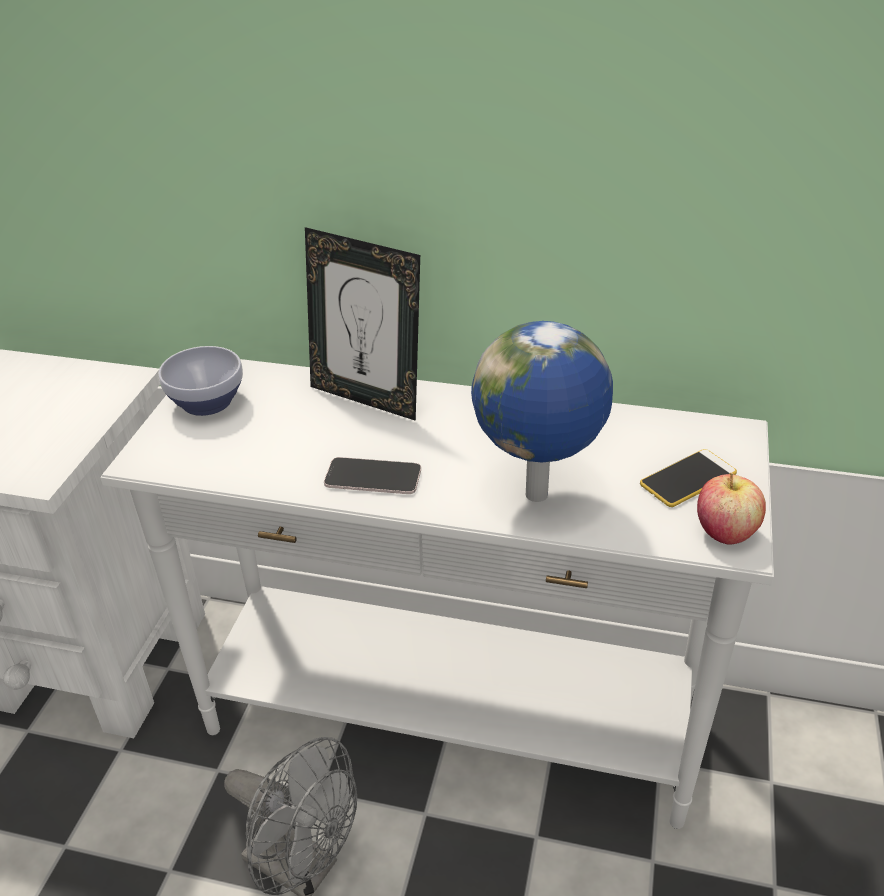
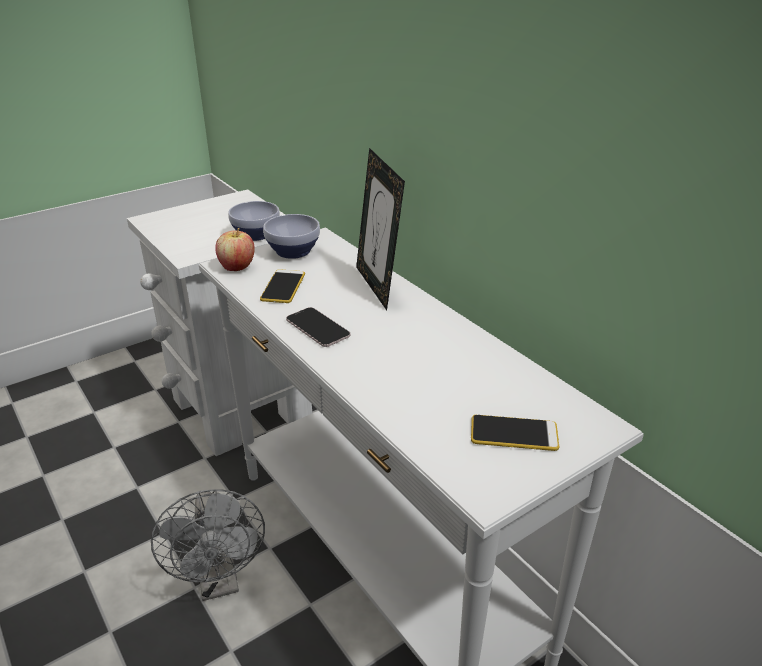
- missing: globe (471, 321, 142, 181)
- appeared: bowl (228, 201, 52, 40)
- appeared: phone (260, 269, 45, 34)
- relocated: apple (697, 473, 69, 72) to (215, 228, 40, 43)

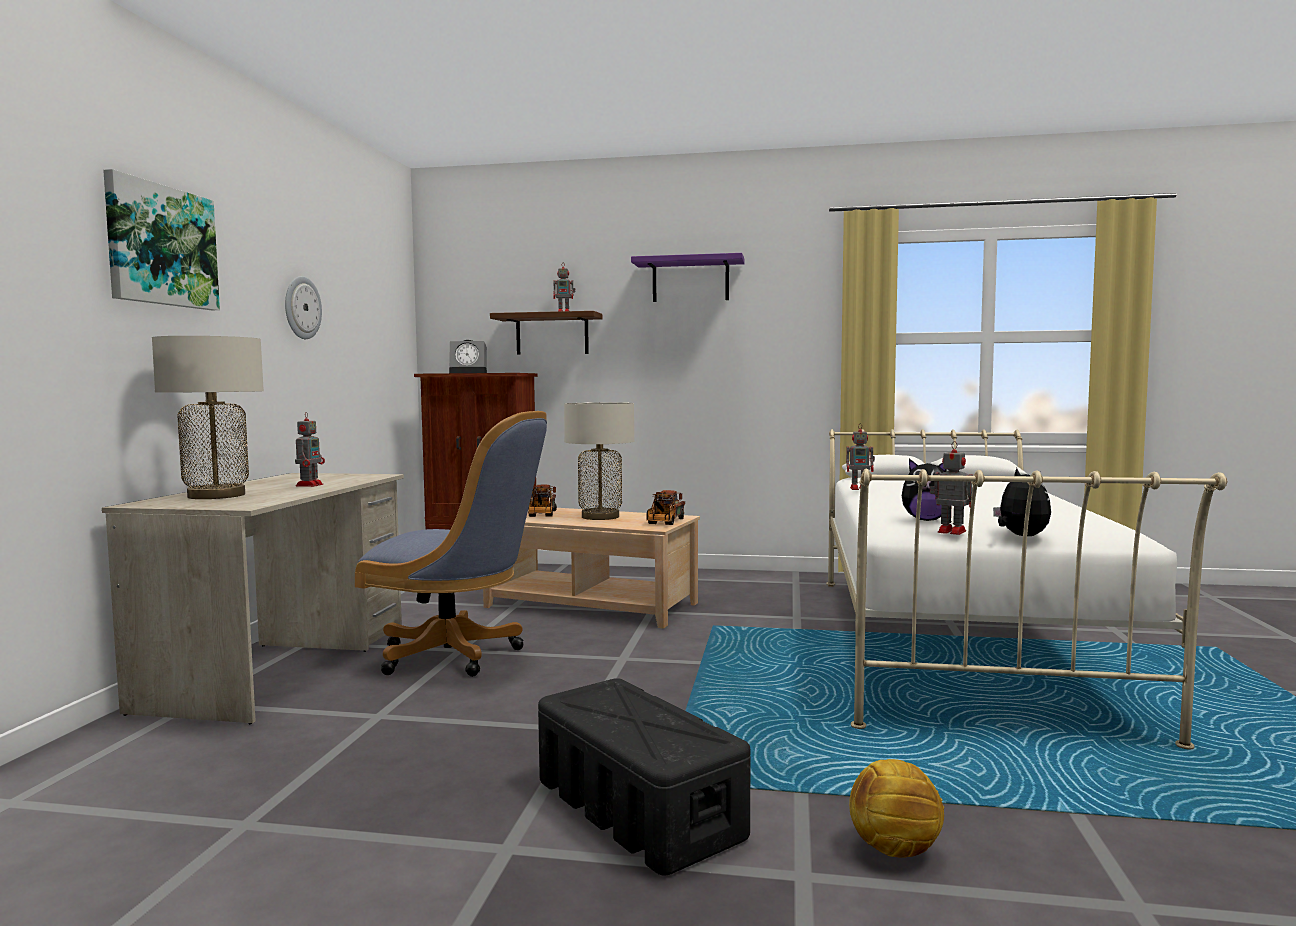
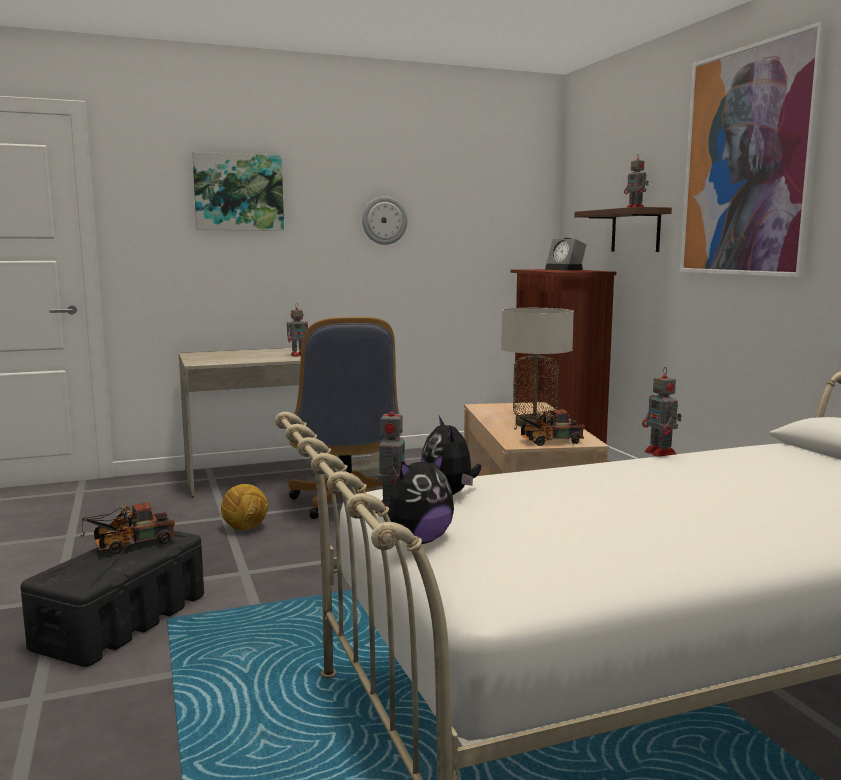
- missing: table_lamp (152, 336, 112, 163)
- relocated: toy_truck (528, 485, 29, 32) to (80, 502, 95, 52)
- relocated: football (849, 759, 95, 99) to (221, 484, 47, 46)
- exchanged: purple_shelf (631, 253, 113, 49) to picture (680, 21, 148, 256)

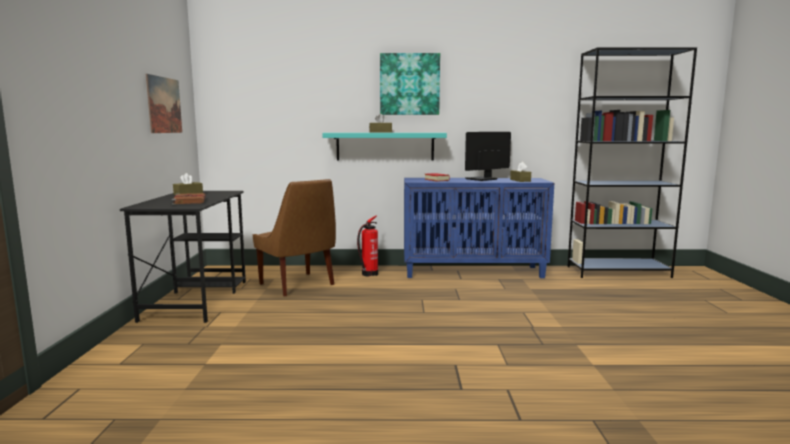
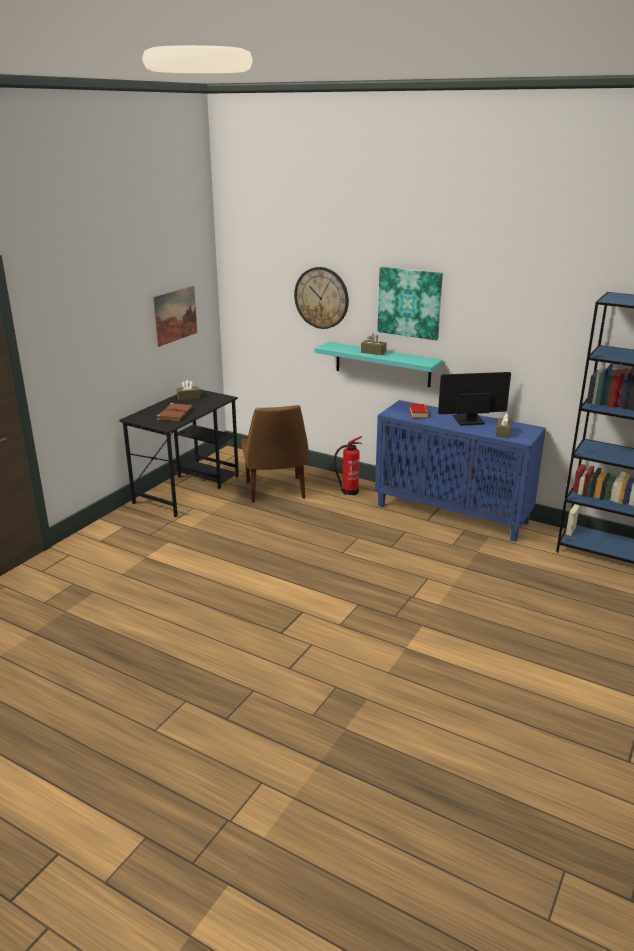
- appeared: wall_clock (294, 267, 55, 62)

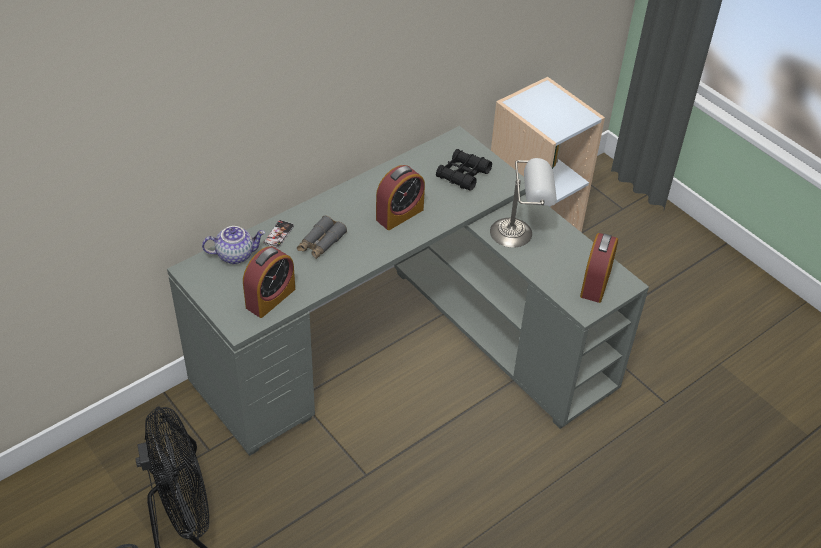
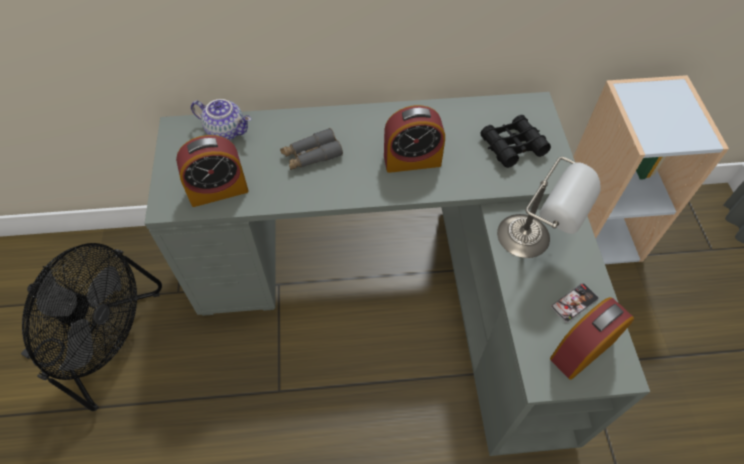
- relocated: phone (264, 220, 30, 28) to (551, 283, 48, 40)

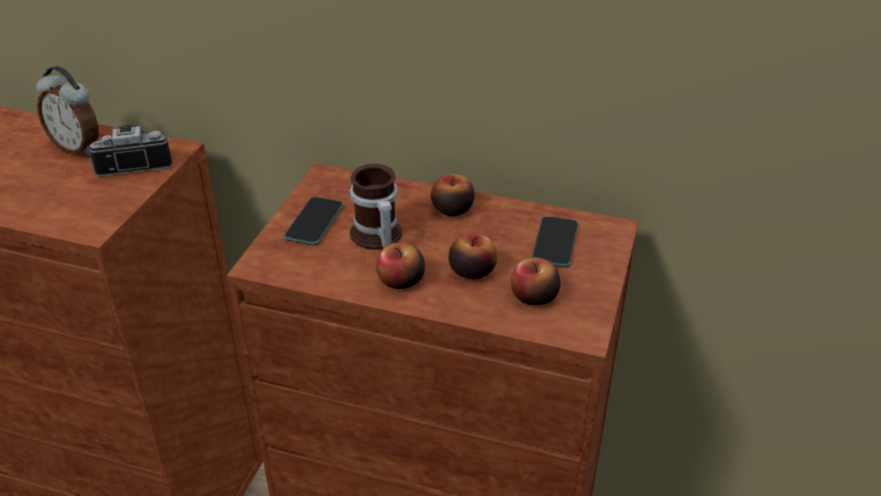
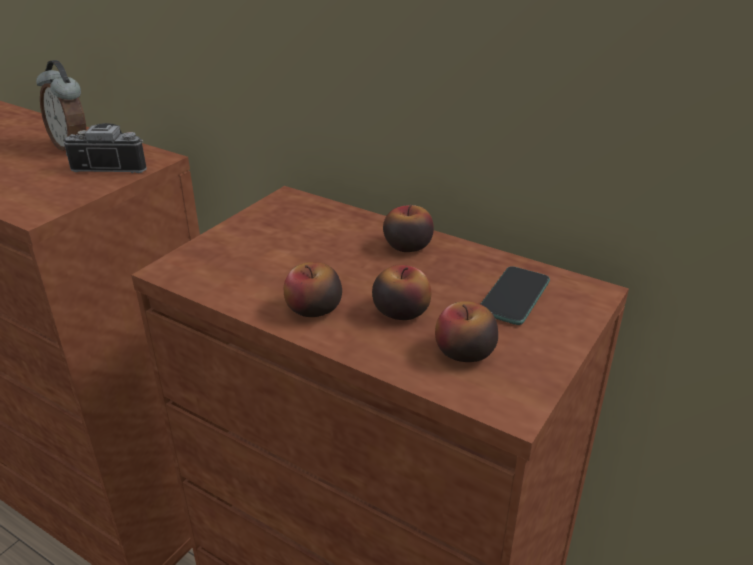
- missing: phone (284, 197, 59, 48)
- missing: mug (350, 164, 52, 85)

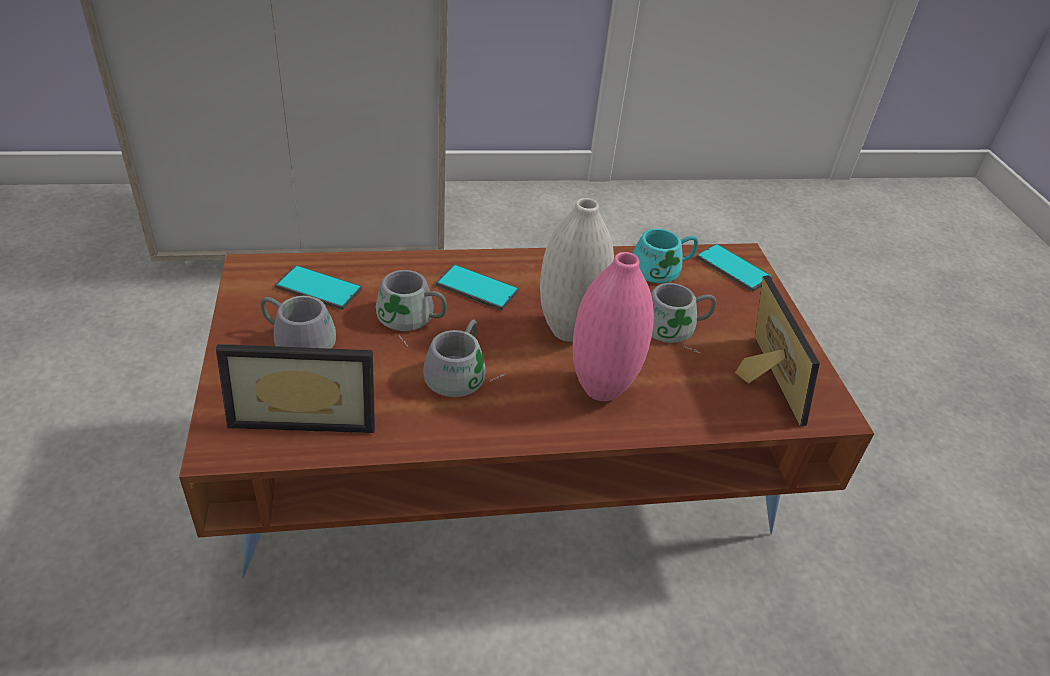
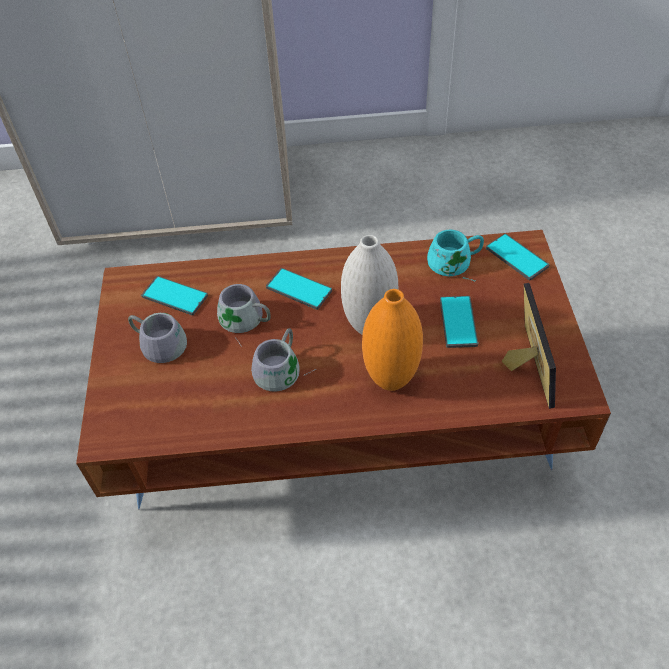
- missing: picture_frame (216, 344, 159, 89)
- exchanged: grey_mug (651, 283, 65, 70) to phone (440, 296, 38, 52)
- colour: pink_vase (573, 252, 81, 149) to orange_vase (362, 289, 61, 102)

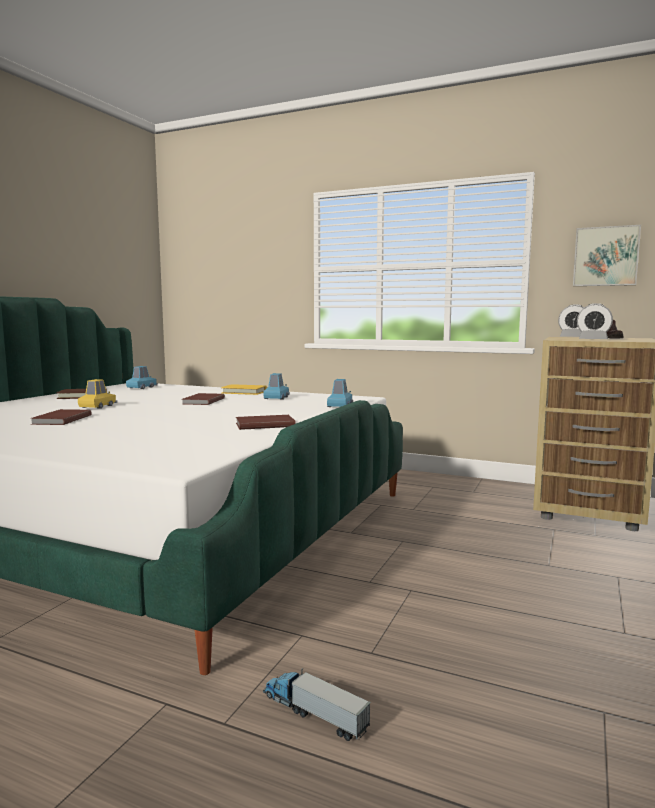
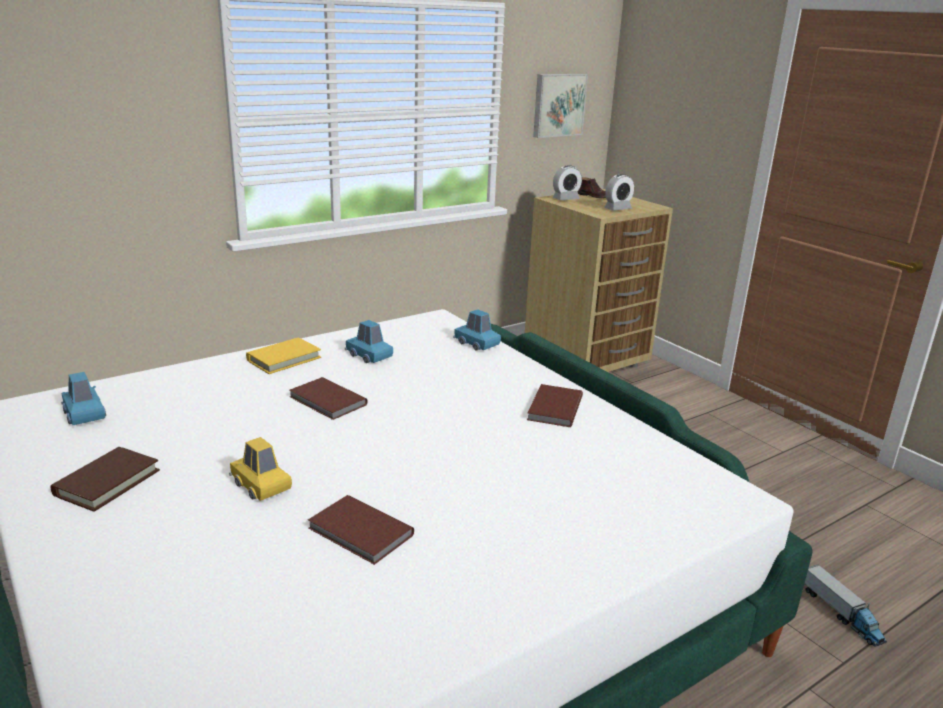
- spun: toy_truck (263, 668, 108, 73) = (804, 565, 83, 82) 90 degrees counterclockwise

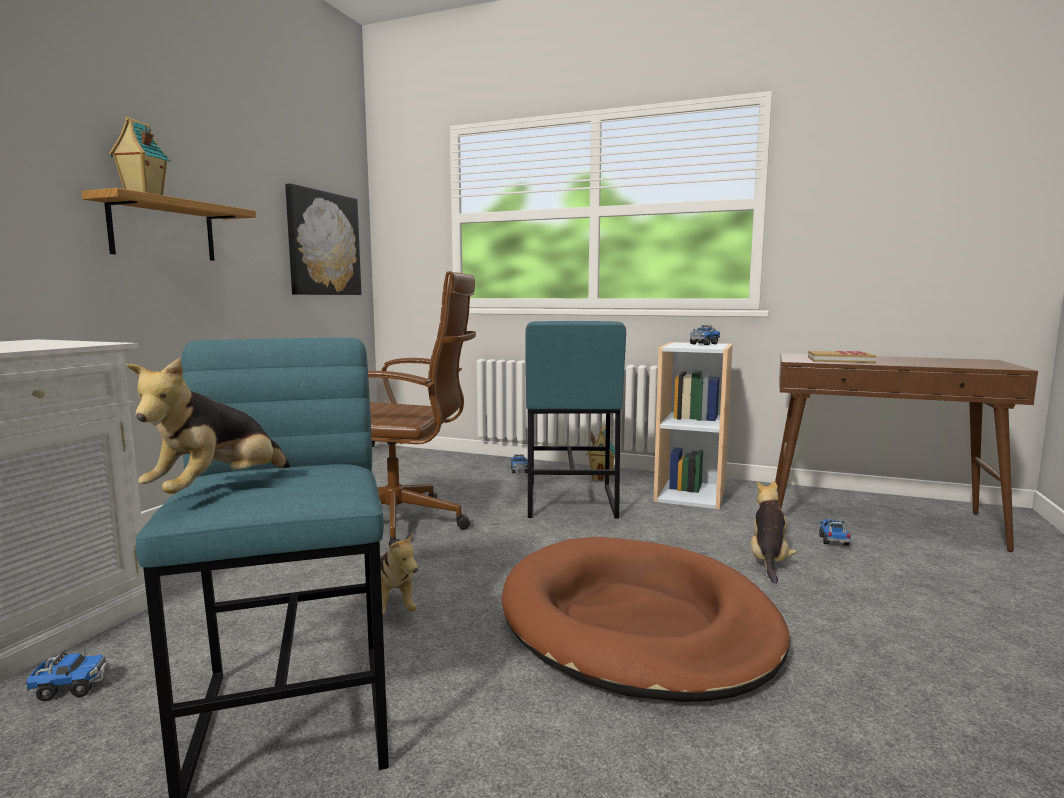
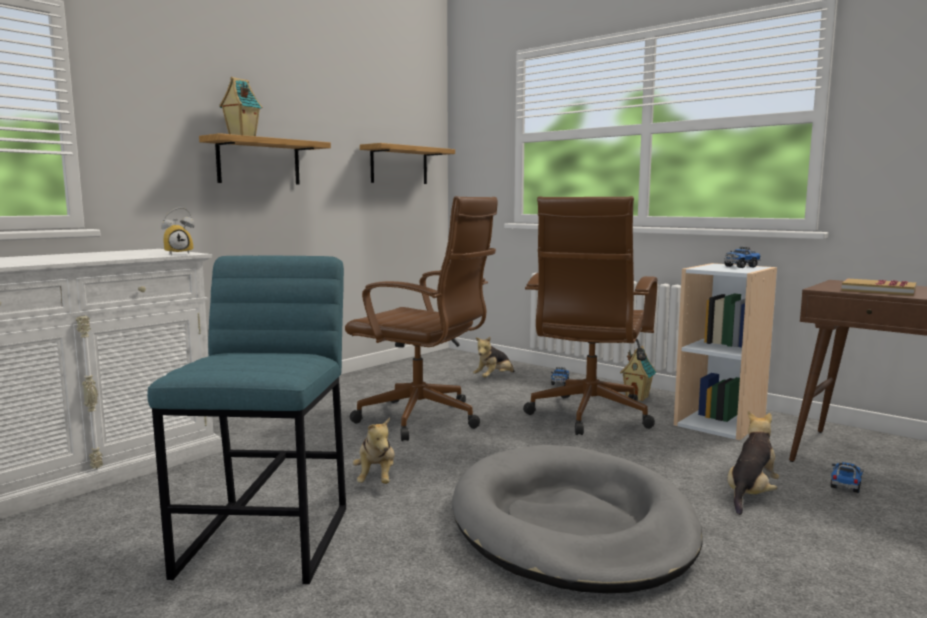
- missing: toy_truck (25, 650, 85, 51)
- appeared: alarm_clock (161, 207, 33, 48)
- relocated: plush_toy (127, 358, 163, 136) to (473, 337, 42, 40)
- exchanged: picture (285, 183, 76, 112) to shelf (360, 143, 95, 41)
- exchanged: blue_stool (525, 321, 101, 198) to brown_office_chair (523, 196, 135, 239)
- colour: brown_dog_bed (502, 537, 288, 165) to grey_dog_bed (452, 445, 251, 148)

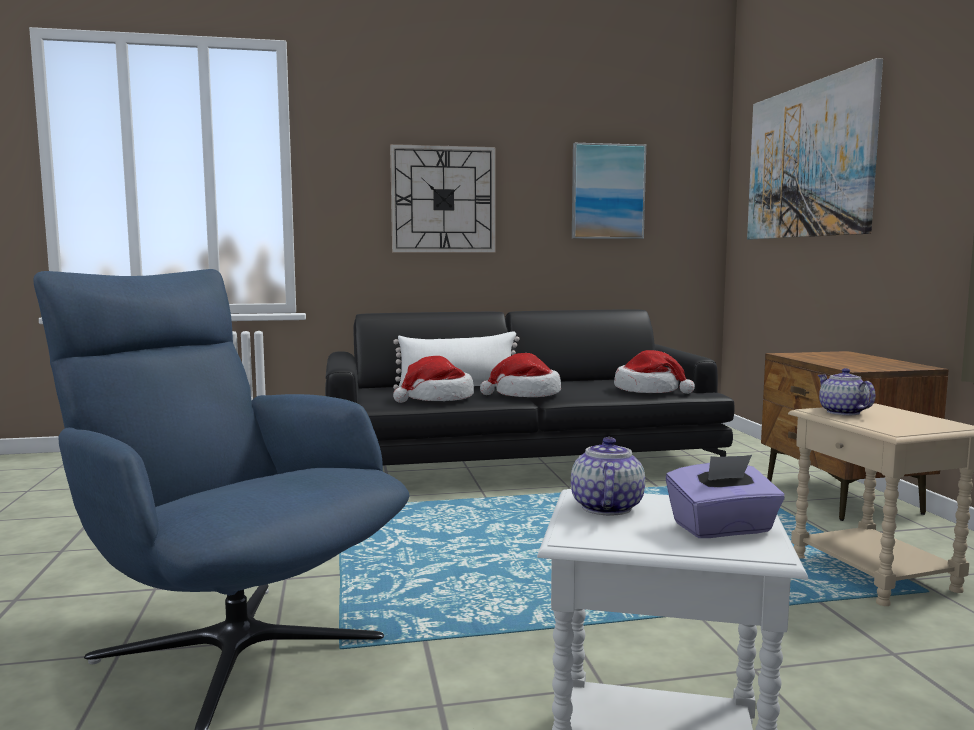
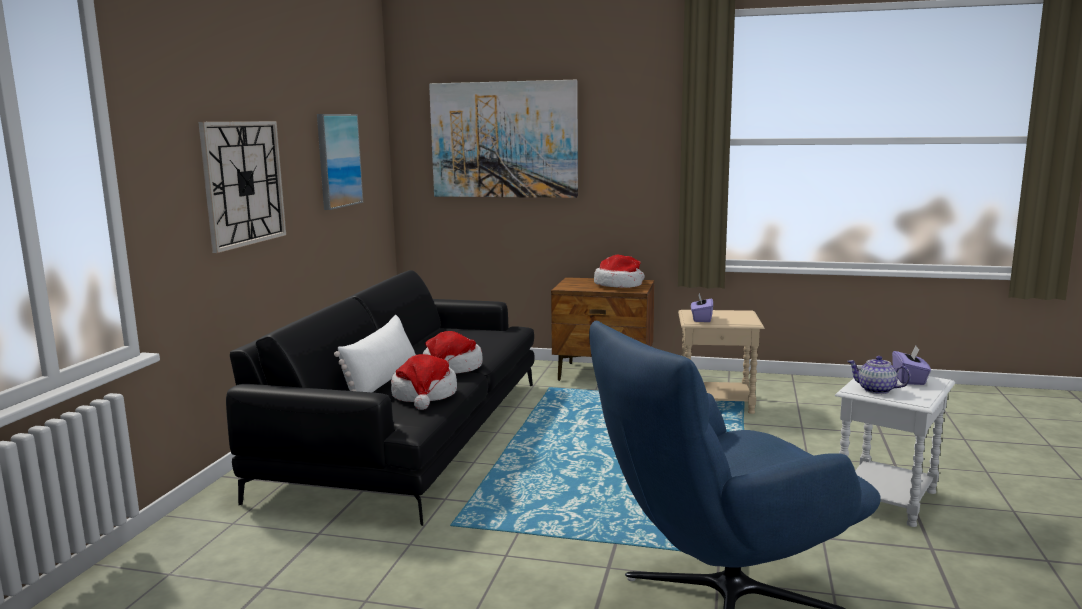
- relocated: hat (614, 350, 81, 44) to (594, 255, 51, 33)
- exchanged: teapot (818, 368, 58, 47) to purple_tissue_box (691, 293, 22, 29)

